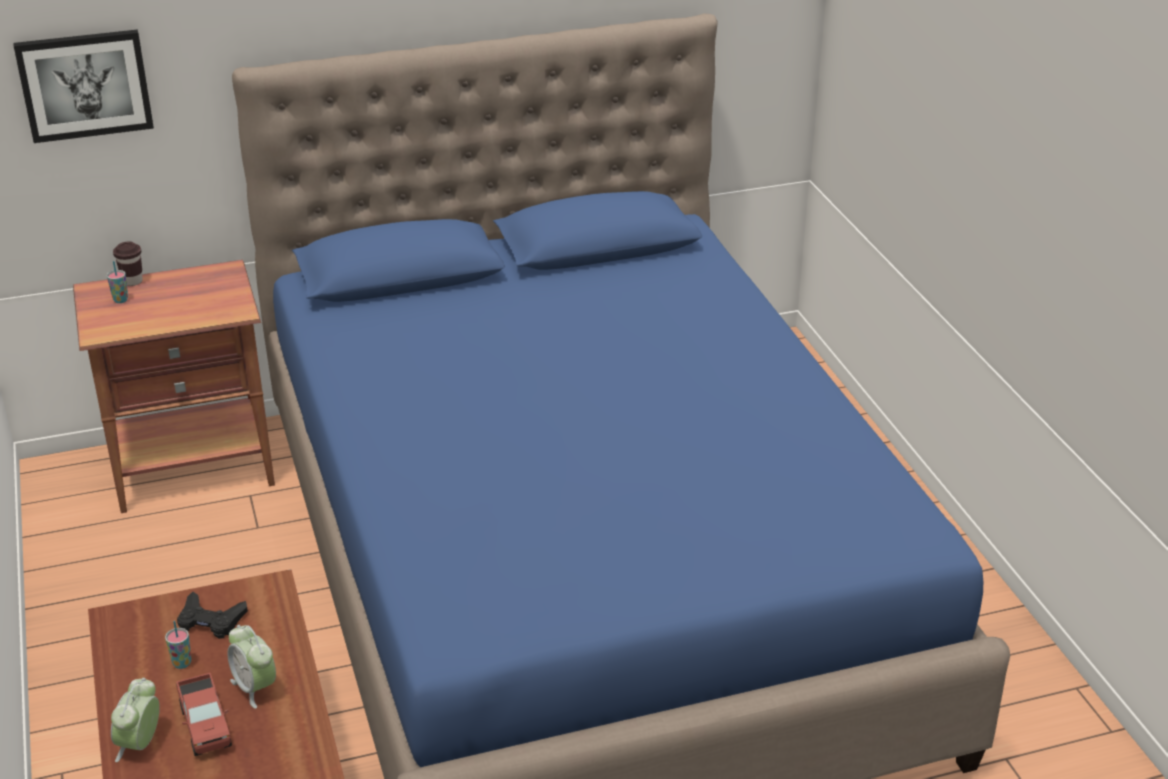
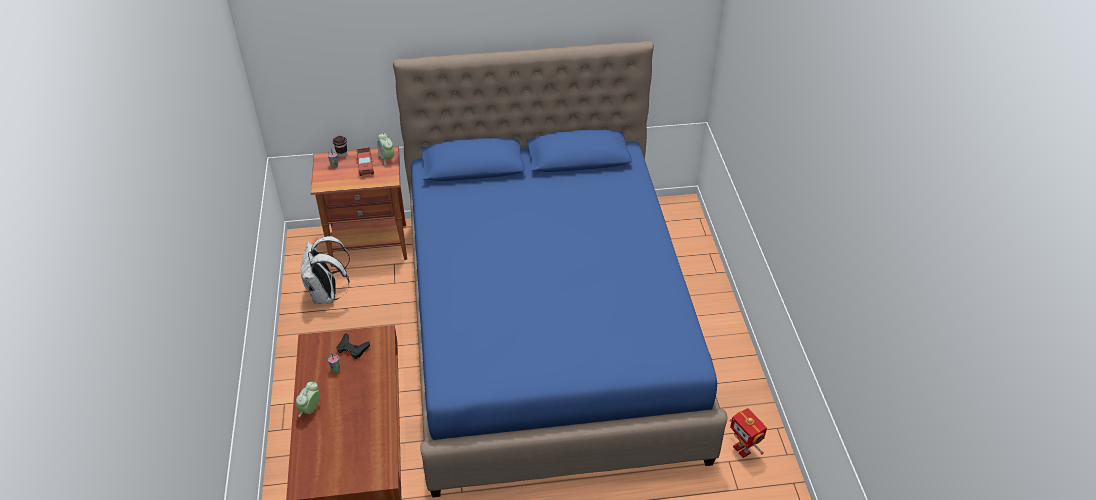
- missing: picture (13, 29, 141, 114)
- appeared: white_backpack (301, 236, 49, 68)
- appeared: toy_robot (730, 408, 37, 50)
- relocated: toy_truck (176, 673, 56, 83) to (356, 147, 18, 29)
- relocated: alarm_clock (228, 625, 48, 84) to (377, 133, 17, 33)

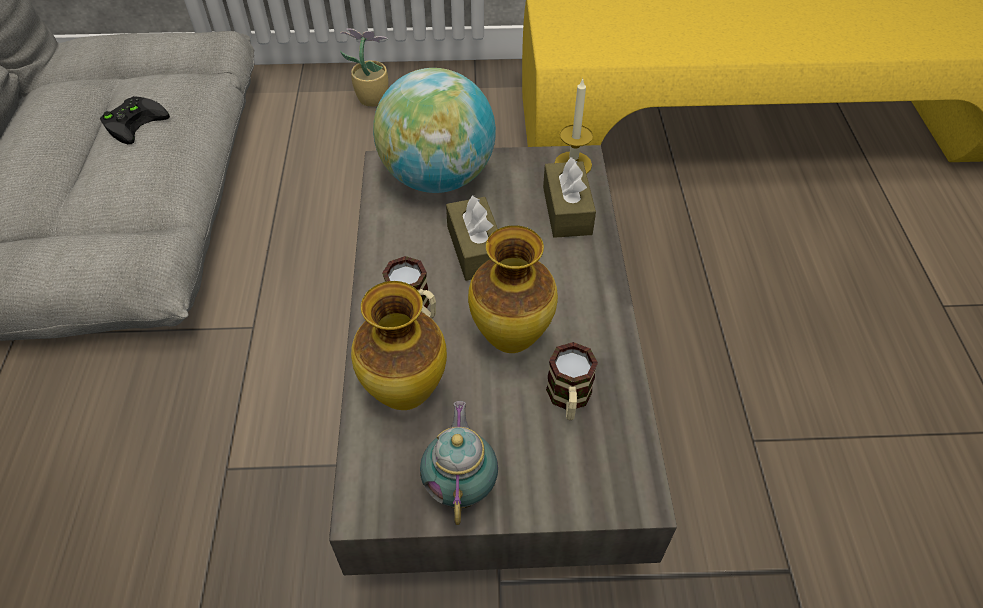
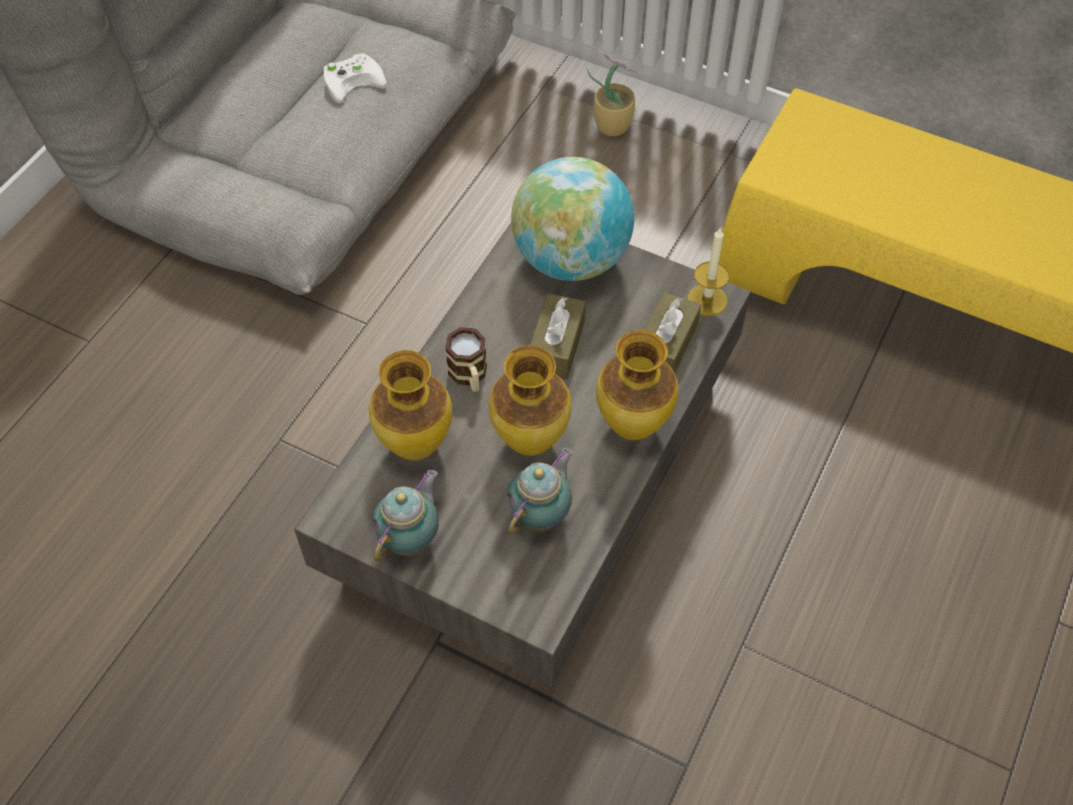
- appeared: vase (596, 330, 83, 110)
- exchanged: mug (546, 342, 52, 78) to teapot (506, 448, 67, 87)
- colour: black_game_controller (100, 96, 70, 48) to white_game_controller (324, 53, 63, 51)

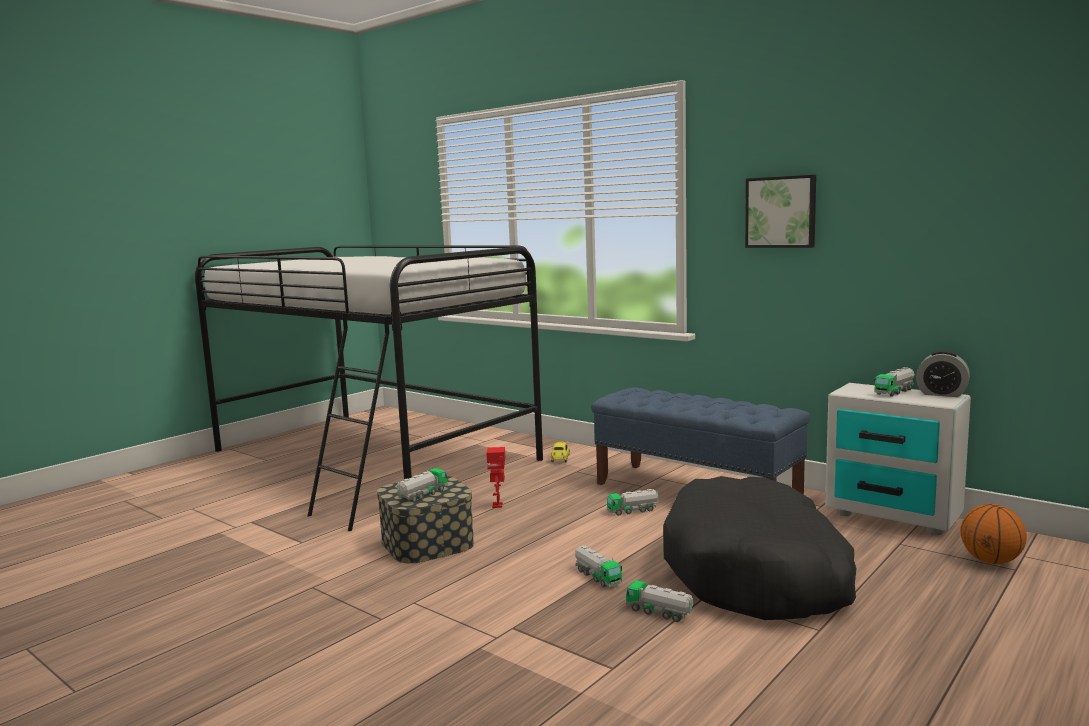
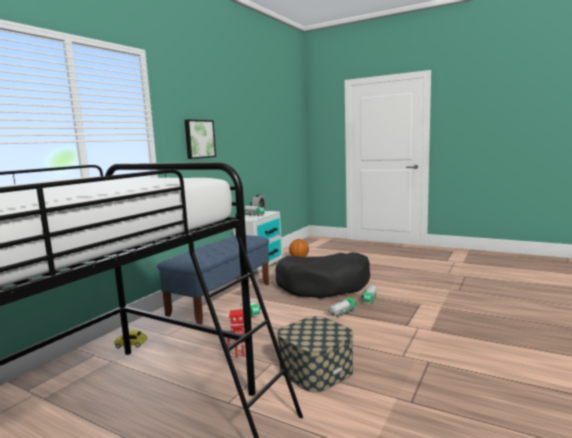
- missing: toy_truck (397, 468, 51, 35)

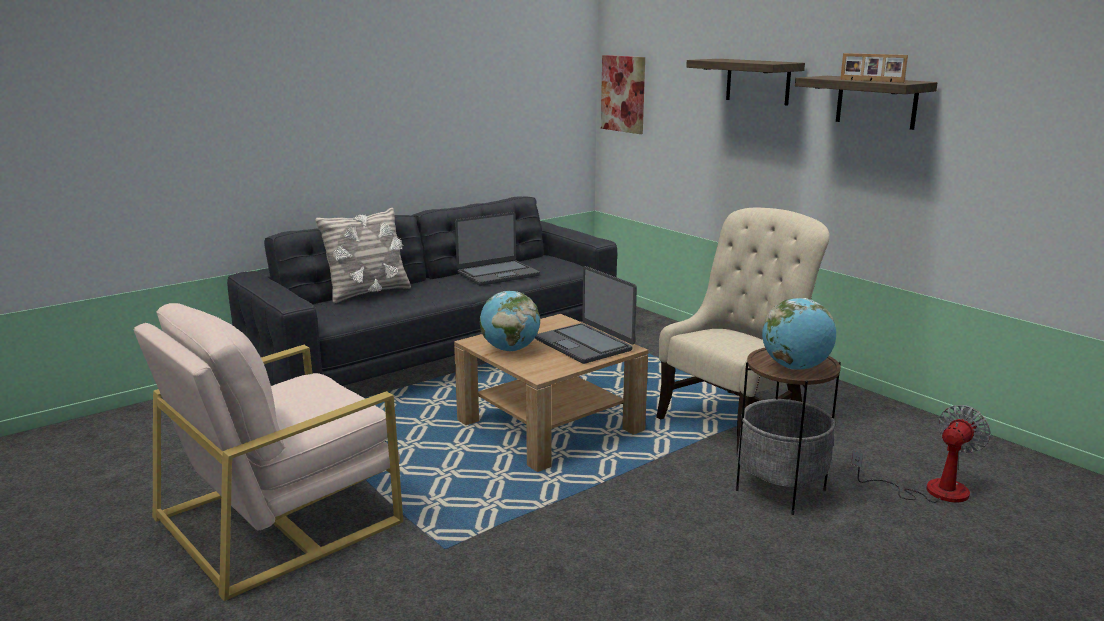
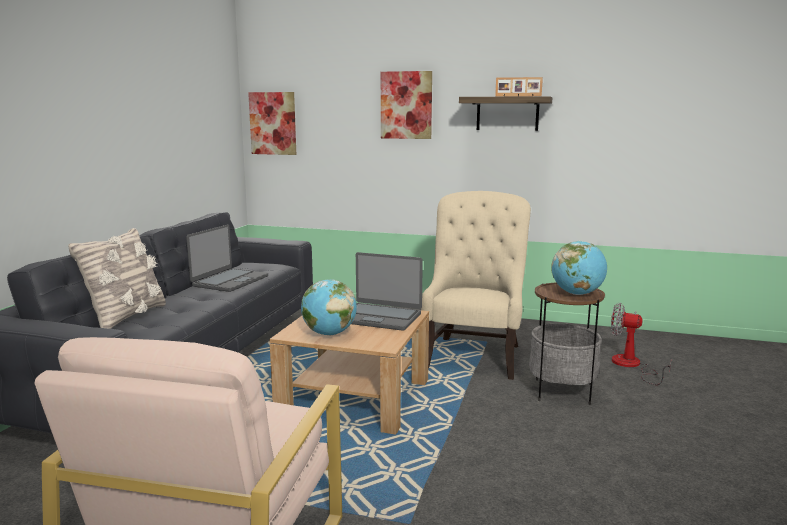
- exchanged: shelf (686, 59, 119, 47) to picture (381, 71, 51, 68)
- spun: fan (851, 405, 140, 98) = (611, 303, 60, 82) 75 degrees counterclockwise

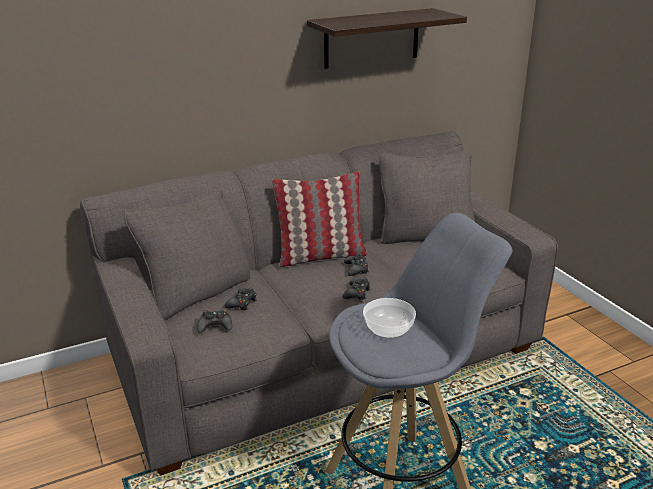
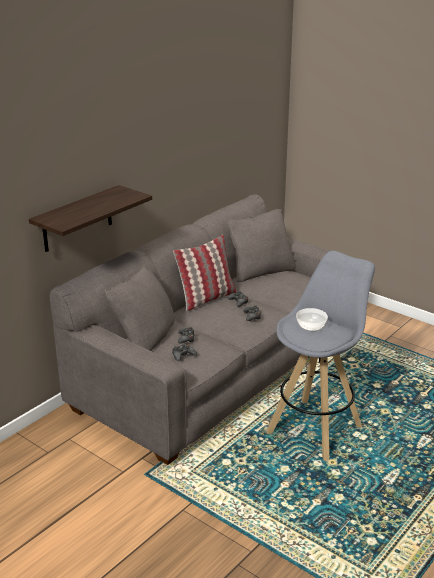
- relocated: shelf (307, 8, 160, 61) to (29, 185, 123, 67)

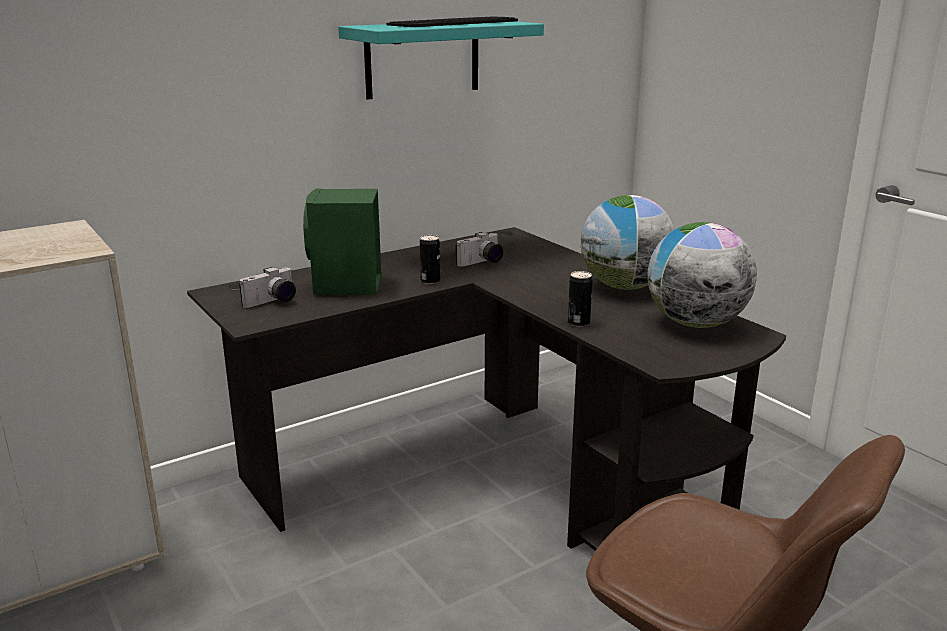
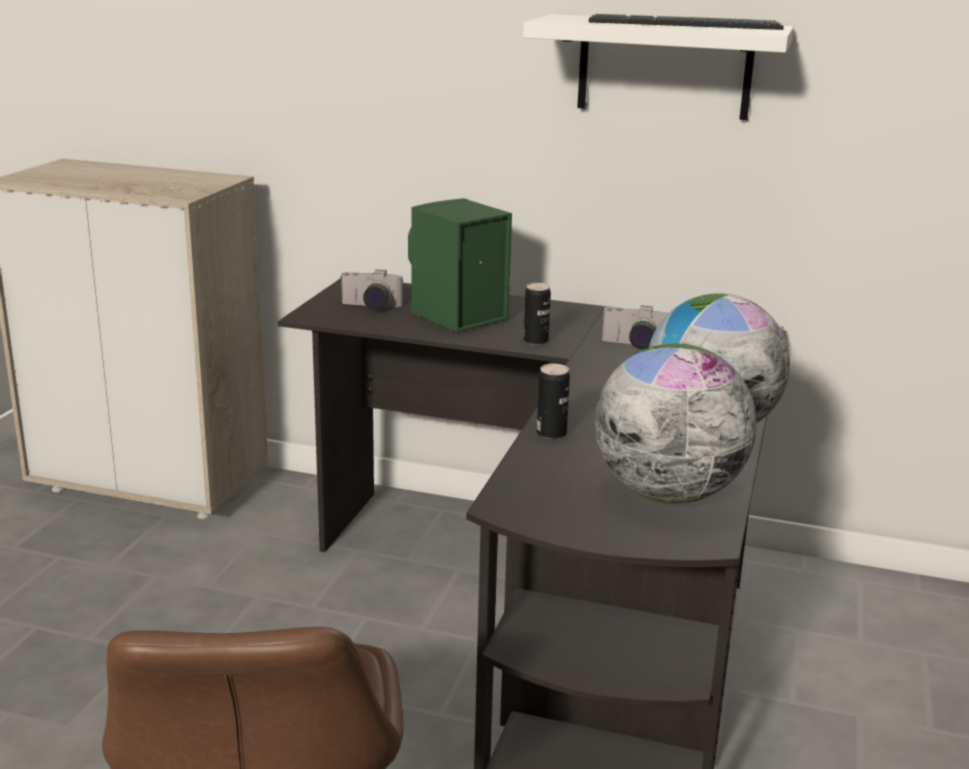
- colour: turquoise_shelf (338, 21, 206, 79) to white_shelf (523, 14, 271, 106)

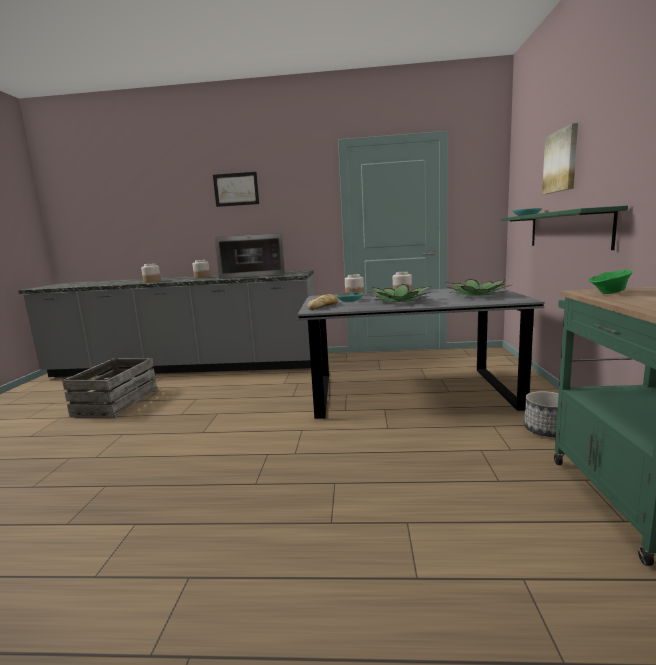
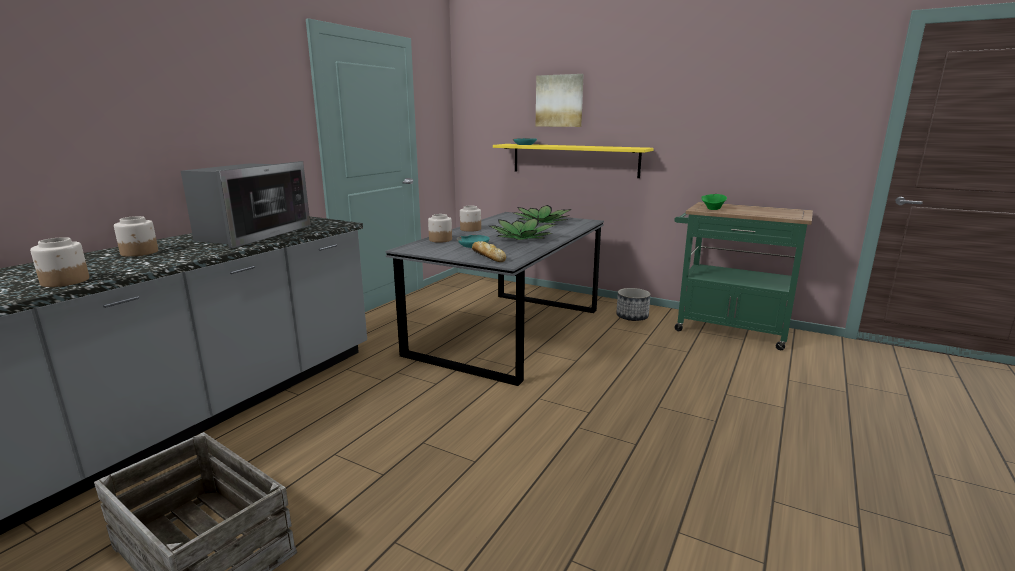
- missing: picture (213, 172, 46, 35)
- colour: green_shelf (500, 206, 128, 44) to yellow_shelf (493, 144, 161, 34)

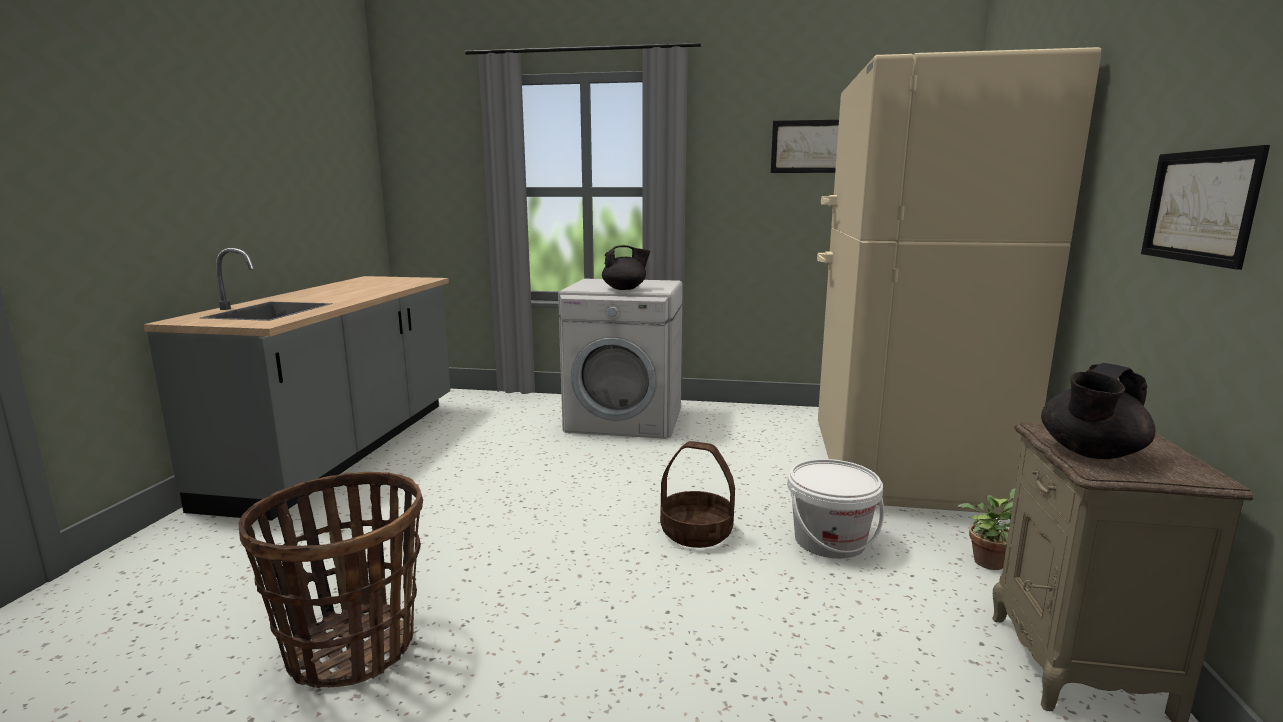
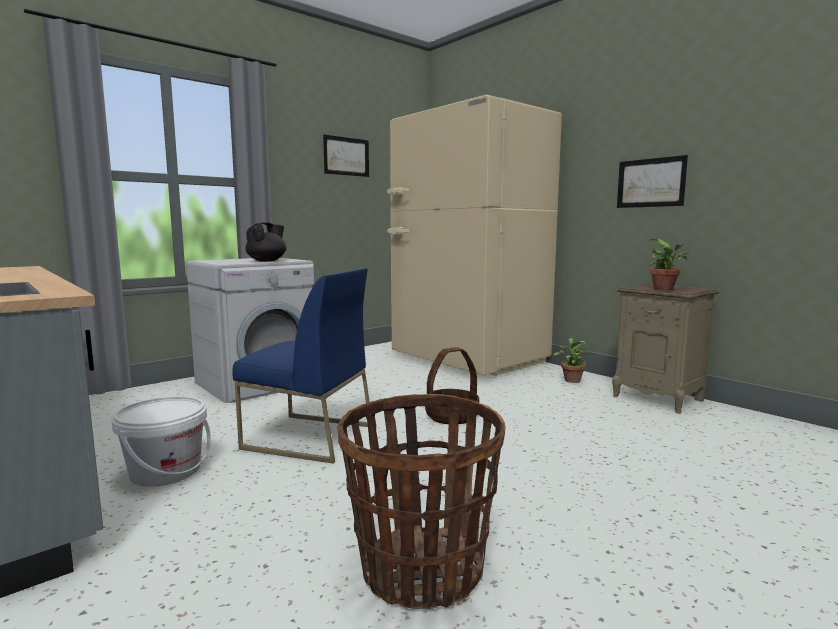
- appeared: blue_chair (232, 268, 138, 195)
- relocated: white_bucket (787, 459, 97, 100) to (112, 396, 99, 91)
- exchanged: black_teapot (1041, 363, 115, 96) to potted_plant (648, 239, 41, 52)

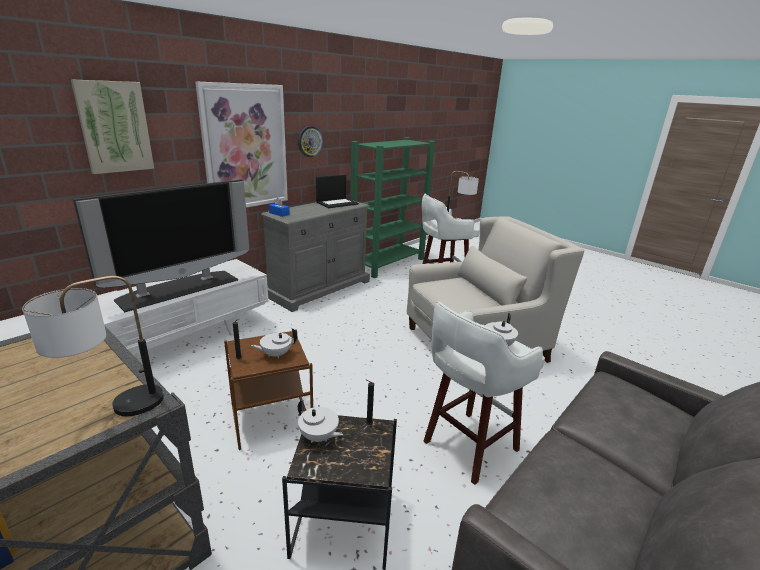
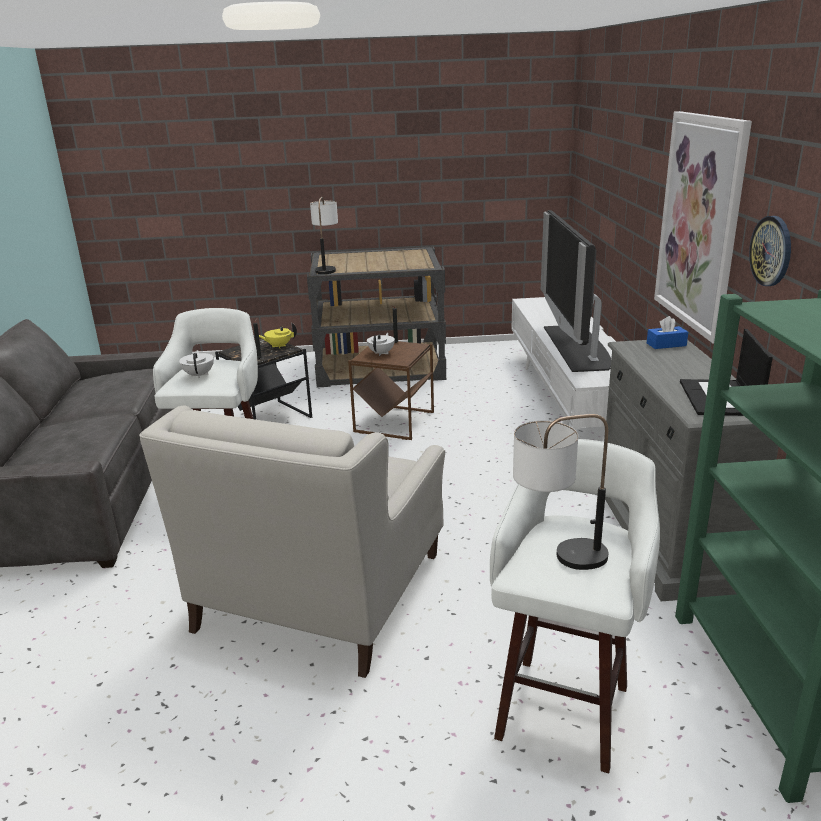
- missing: picture (71, 79, 83, 95)
- colour: white_teapot (298, 400, 45, 43) to yellow_teapot (259, 323, 38, 26)

